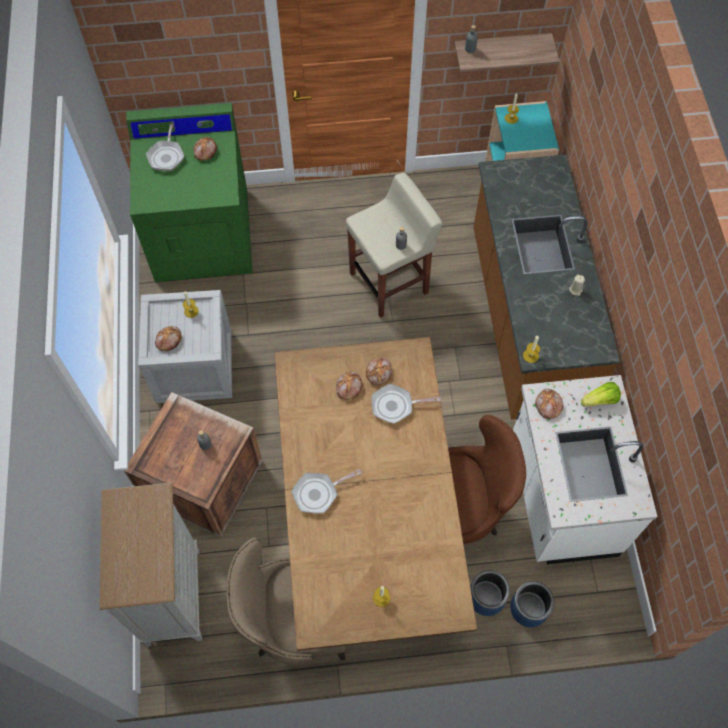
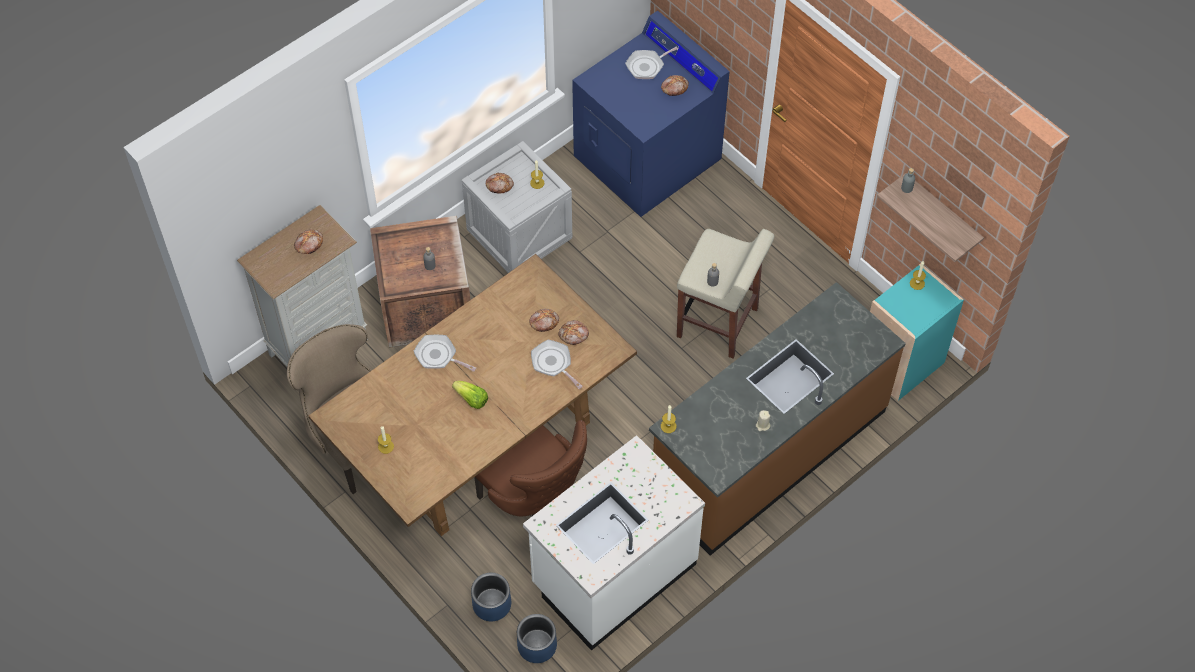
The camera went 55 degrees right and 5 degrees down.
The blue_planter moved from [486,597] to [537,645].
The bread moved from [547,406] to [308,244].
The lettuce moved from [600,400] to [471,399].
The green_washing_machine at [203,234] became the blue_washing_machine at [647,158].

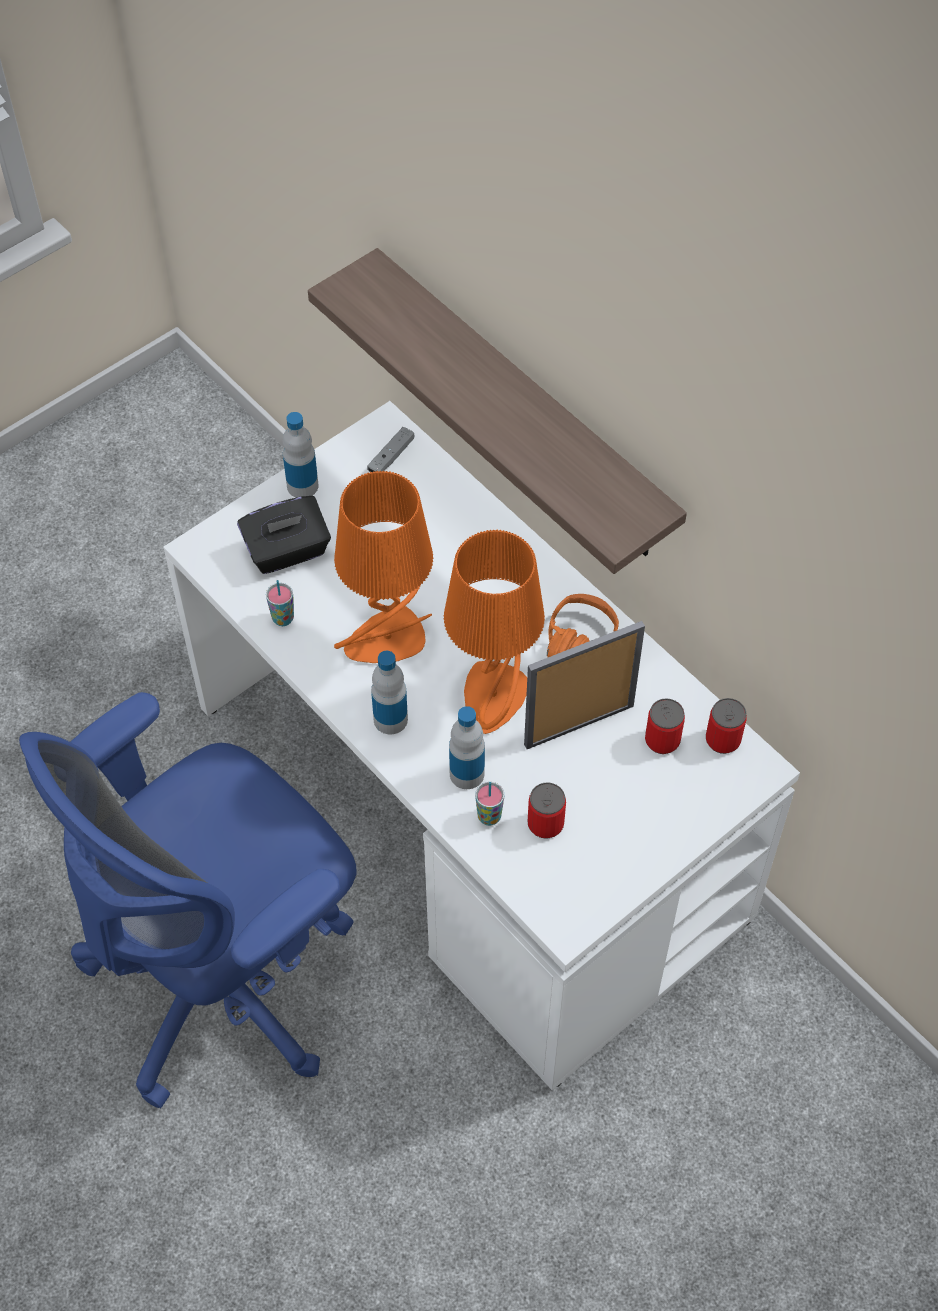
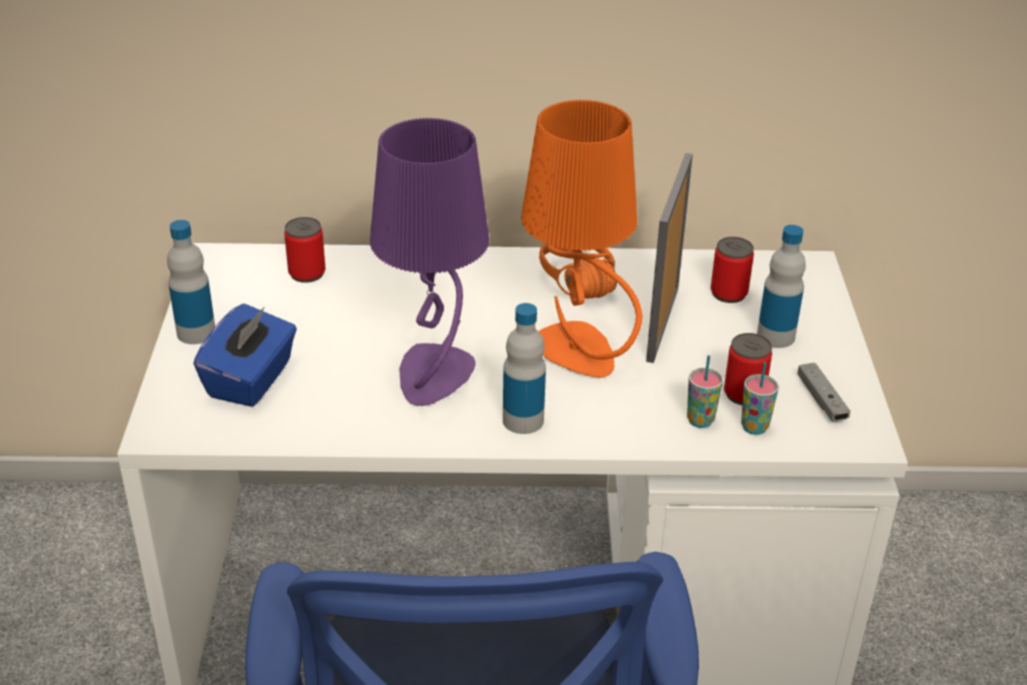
The camera went 50 degrees left and 20 degrees down.
The shelf at [523,408] disappeared.
The cup moved from [283,618] to [754,427].
The grey_game_controller moved from [391,457] to [821,400].
The bottle moved from [467,774] to [775,336].
The can moved from [722,740] to [307,273].
The black_tissue_box at [287,552] became the blue_tissue_box at [251,380].
The orange_table_lamp at [386,641] became the purple_table_lamp at [434,377].

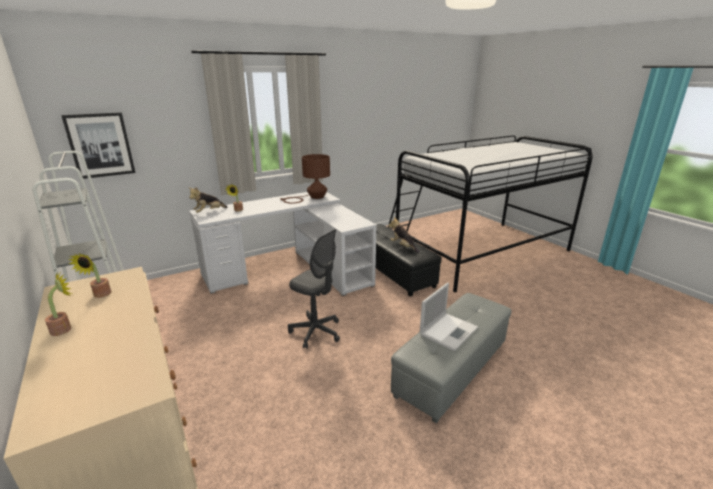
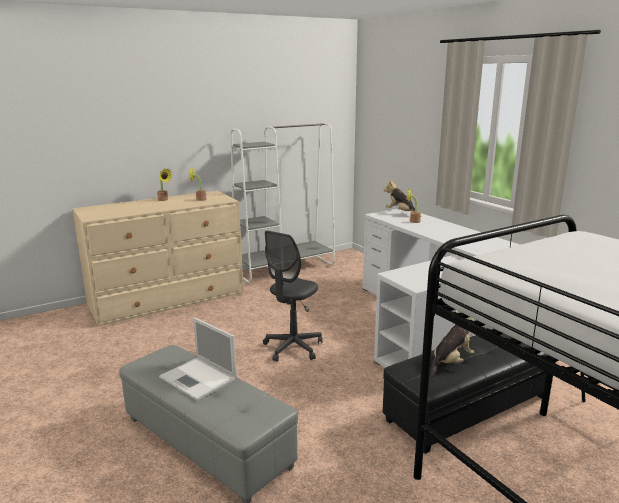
The camera went 90 degrees right and 5 degrees down.
The picture at [100,145] disappeared.
The brown_table_lamp at [308,198] disappeared.

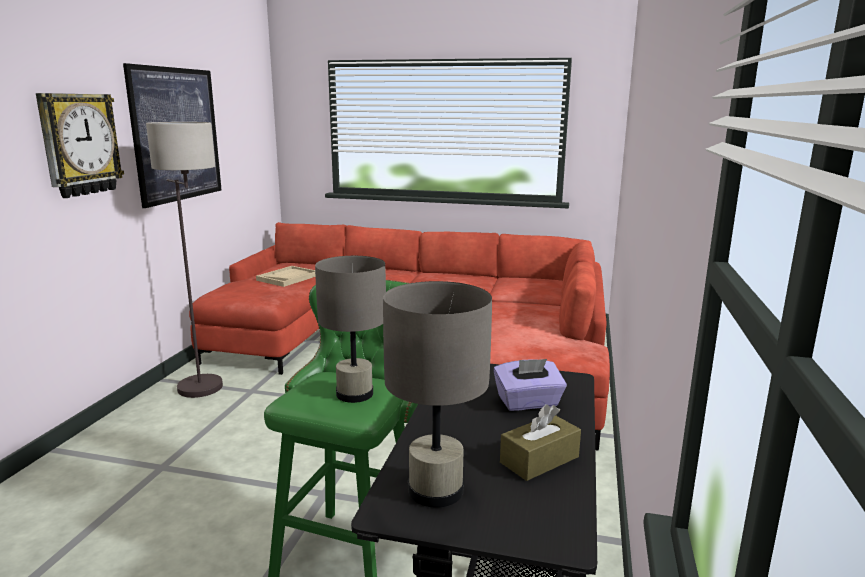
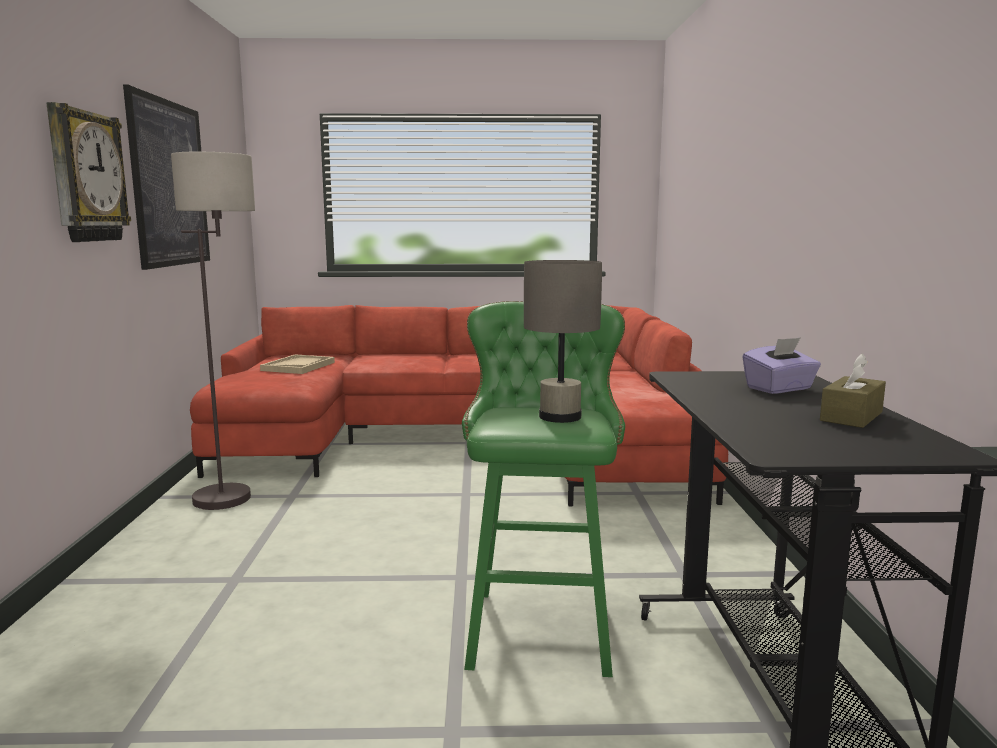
The camera went 15 degrees left and 5 degrees down.
The grey_table_lamp at [435,489] disappeared.

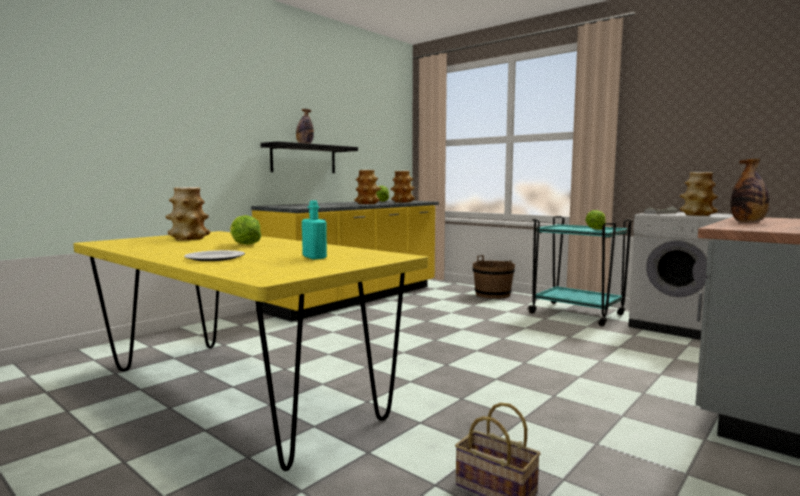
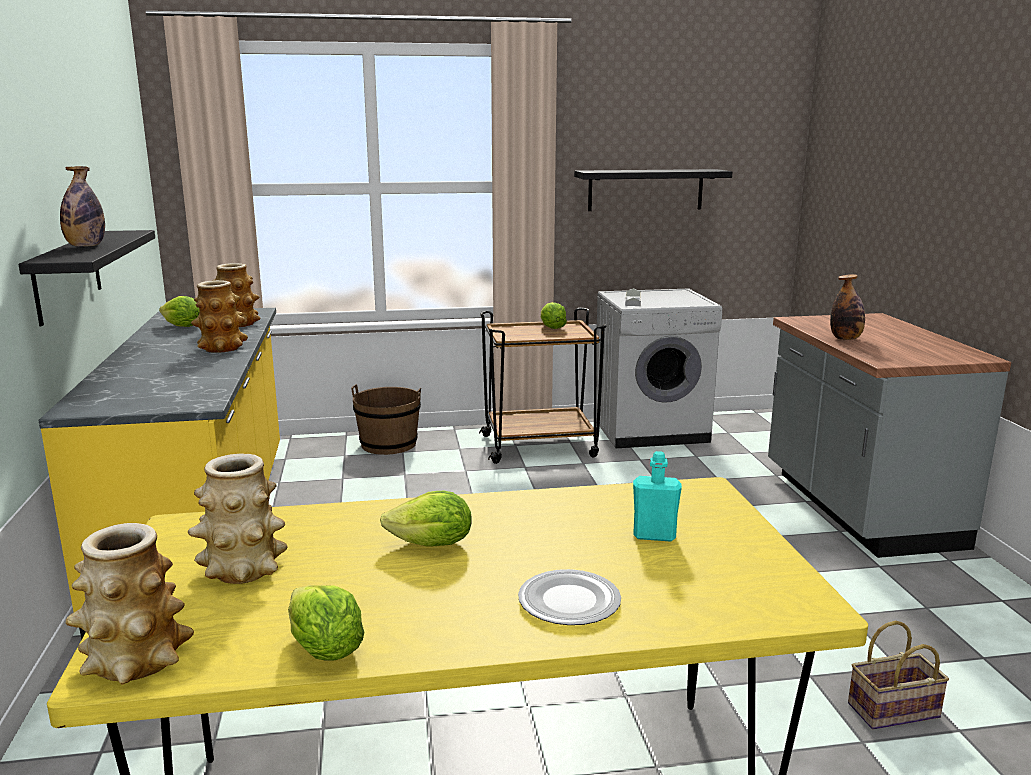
The camera went 50 degrees left and 10 degrees up.
The lettuce at [324,650] appeared.
The black_shelf at [645,190] appeared.
The vase moved from [697,215] to [135,660].
The turquoise_cart at [577,314] became the brown_cart at [540,446].

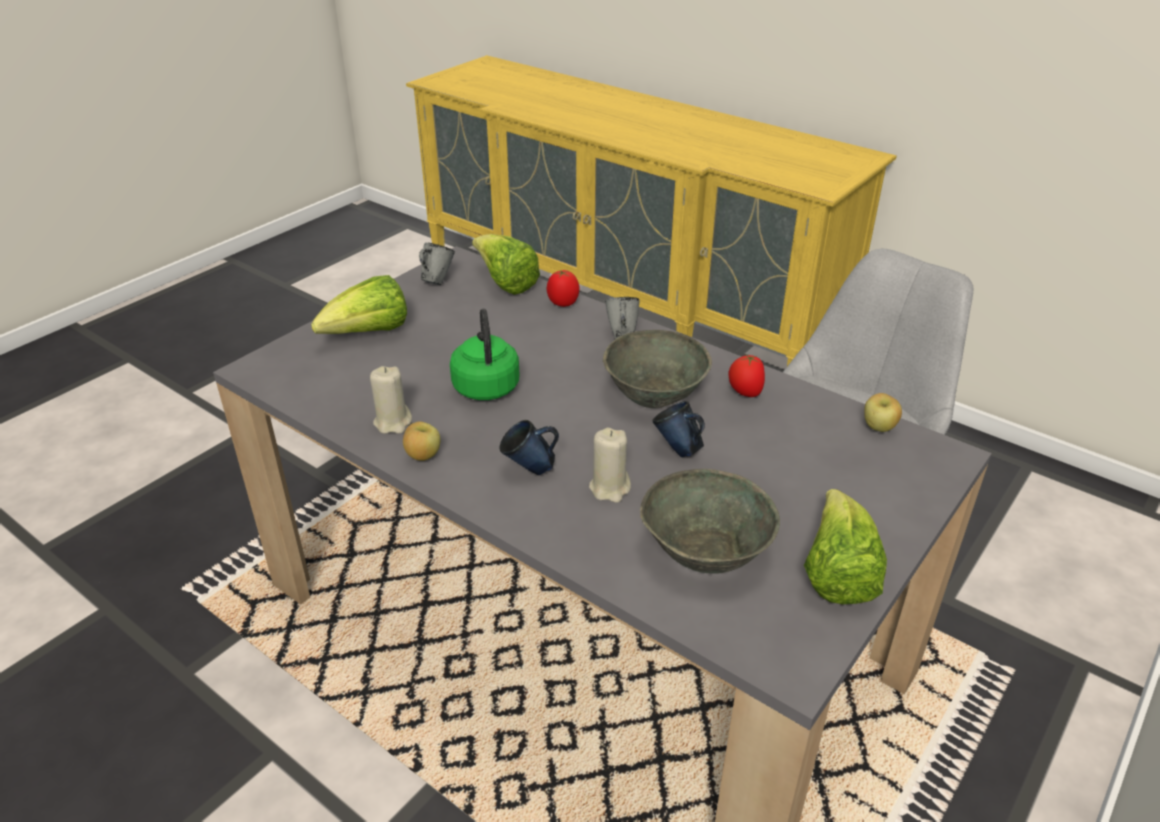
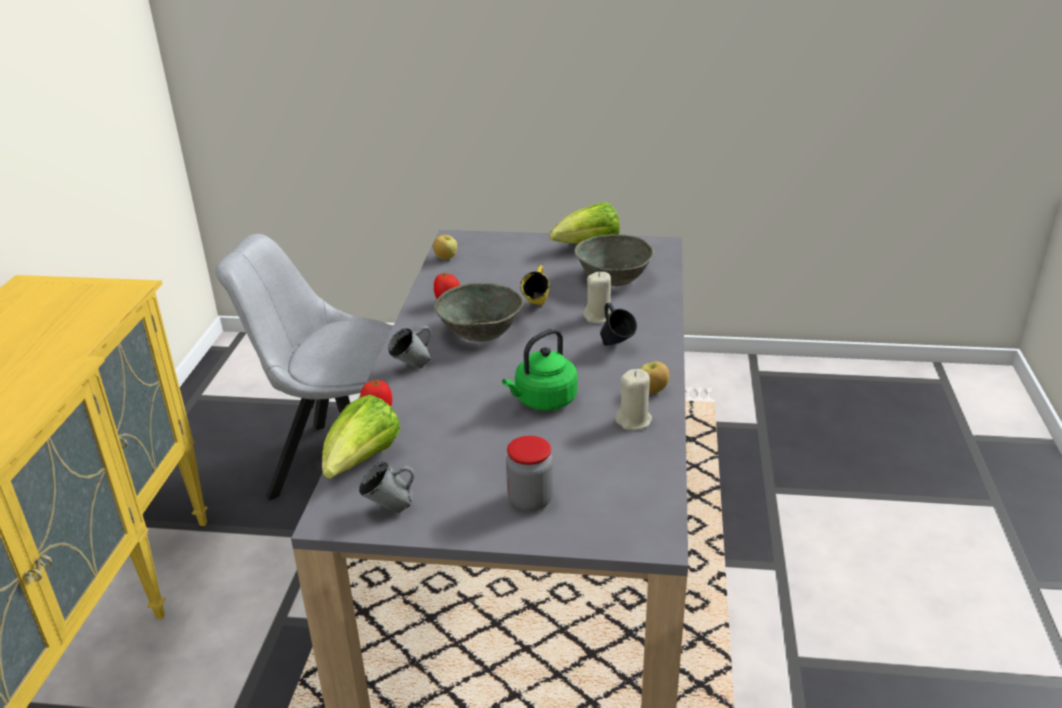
The camera went 120 degrees left and 5 degrees down.
The lettuce at [368,334] was replaced by the jar at [530,500].
The blue_mug at [678,450] became the yellow_mug at [537,307].

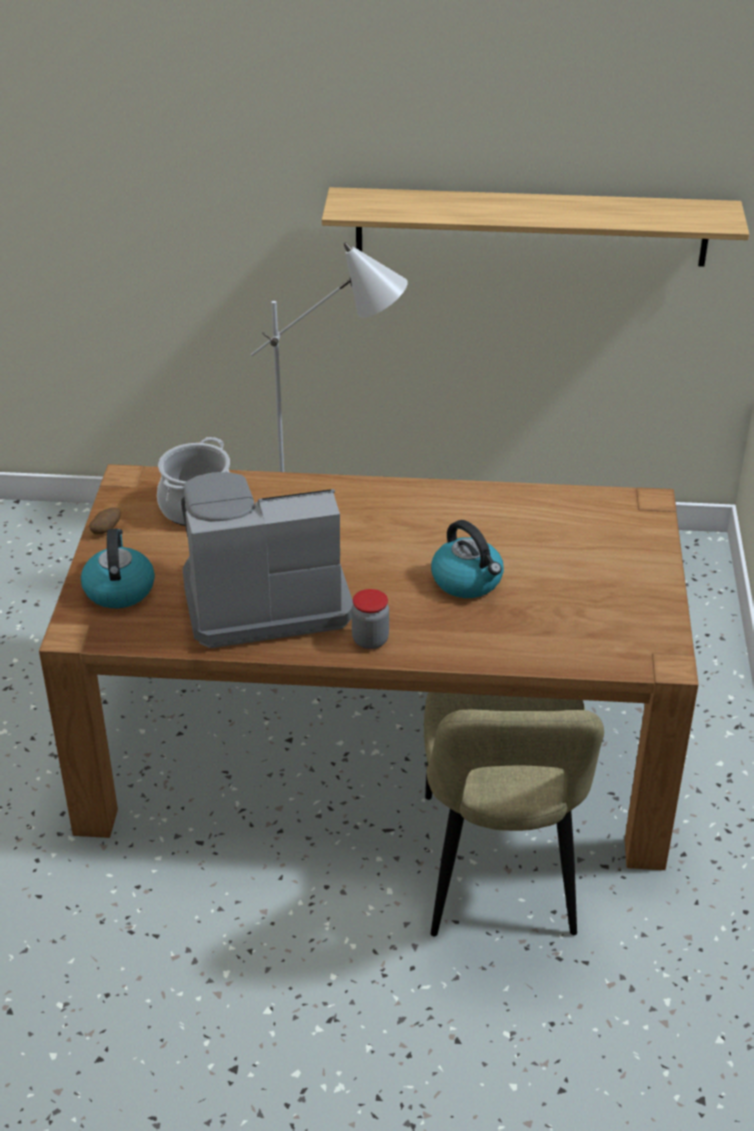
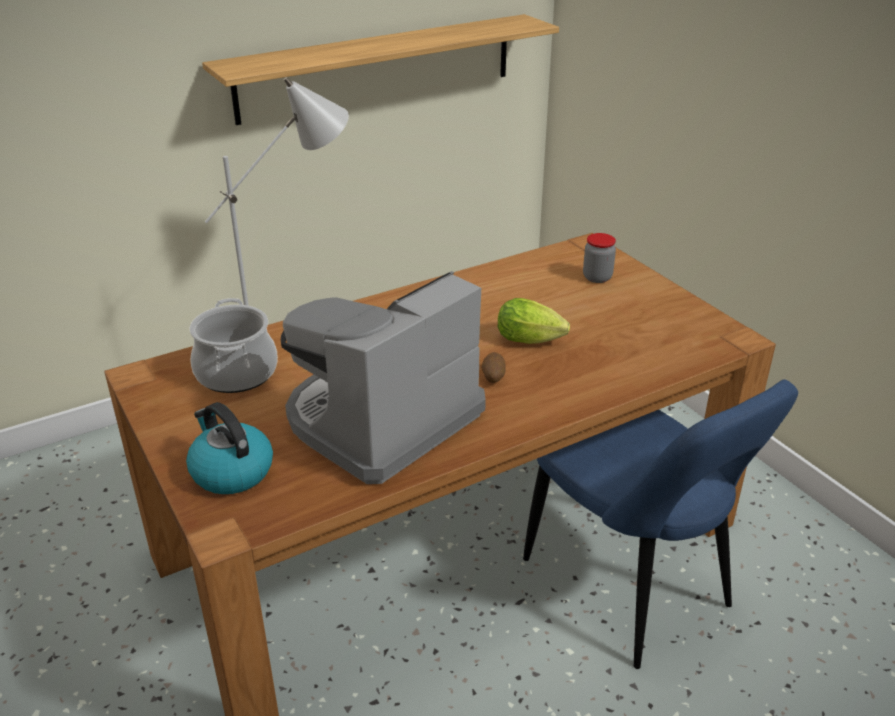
The camera went 35 degrees left and 5 degrees down.
The potato moved from [106,530] to [493,377].
The jar moved from [370,640] to [597,277].
The kettle at [468,581] was replaced by the lettuce at [533,341].
The beige_chair at [499,873] became the blue_chair at [632,589].

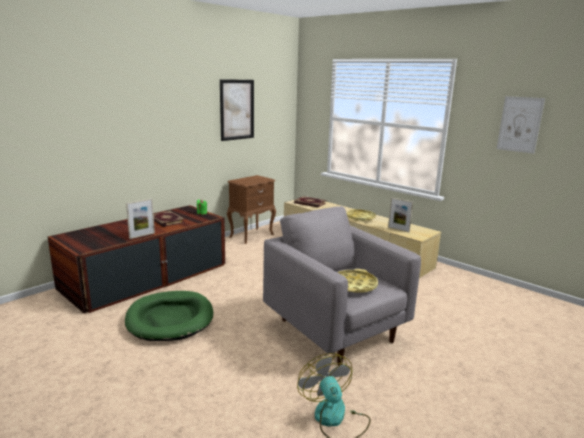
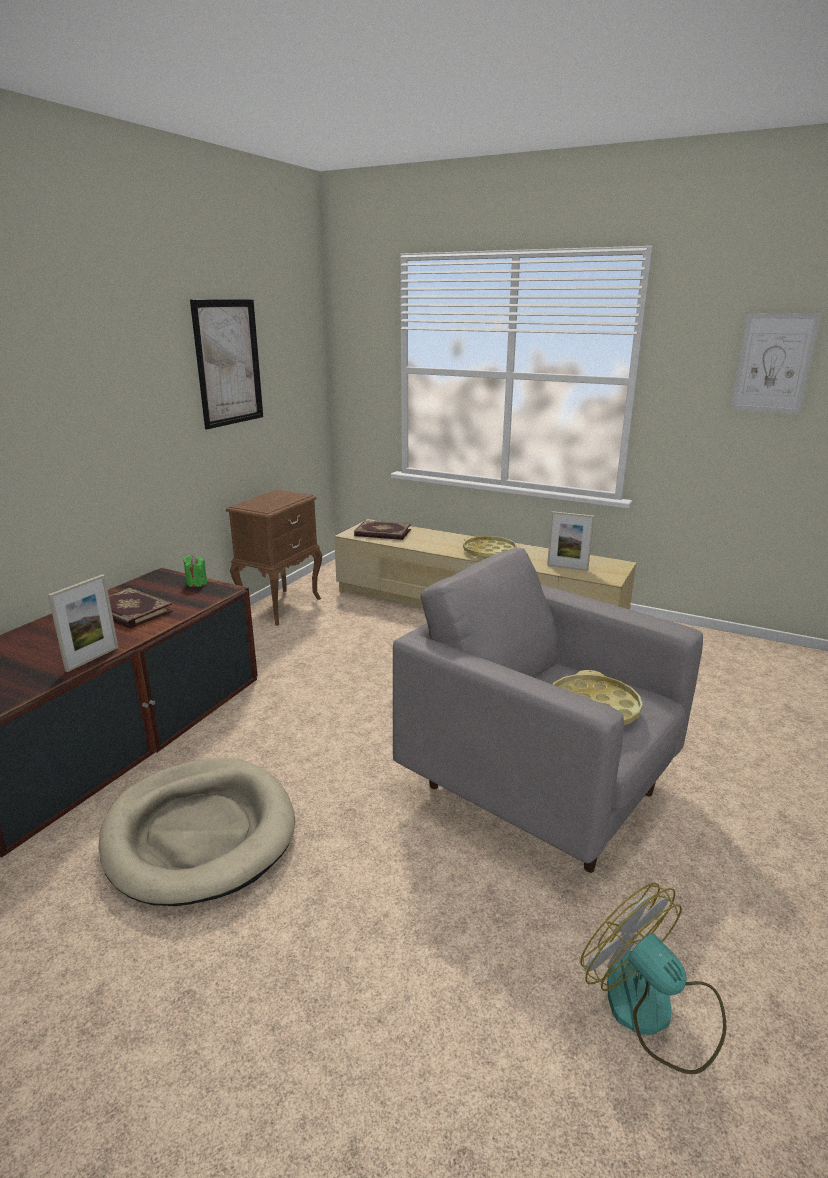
The camera went 15 degrees left and 5 degrees up.
The green_dog_bed at [170,319] became the beige_dog_bed at [200,833].

